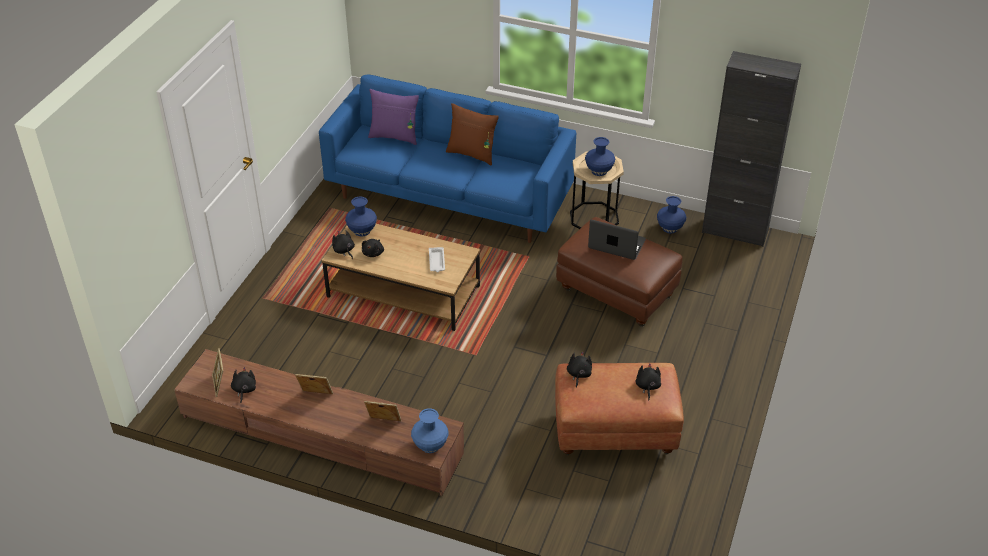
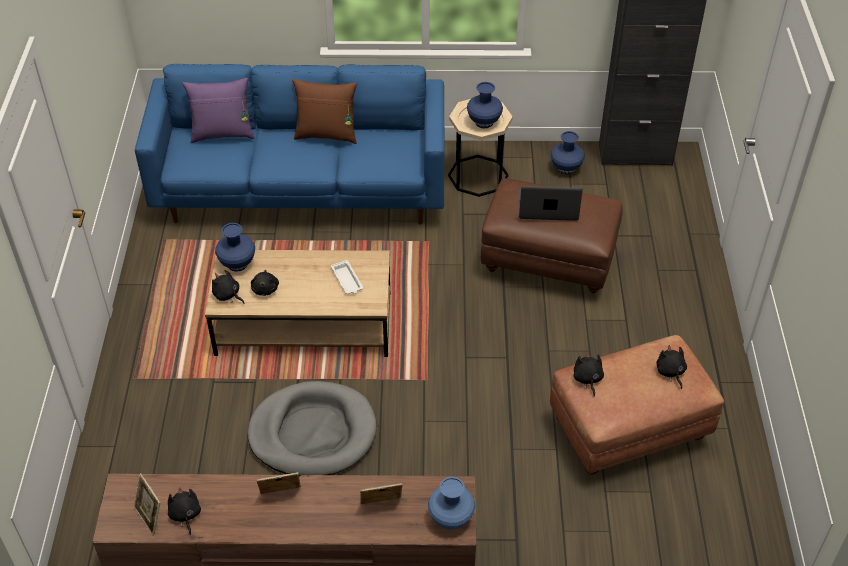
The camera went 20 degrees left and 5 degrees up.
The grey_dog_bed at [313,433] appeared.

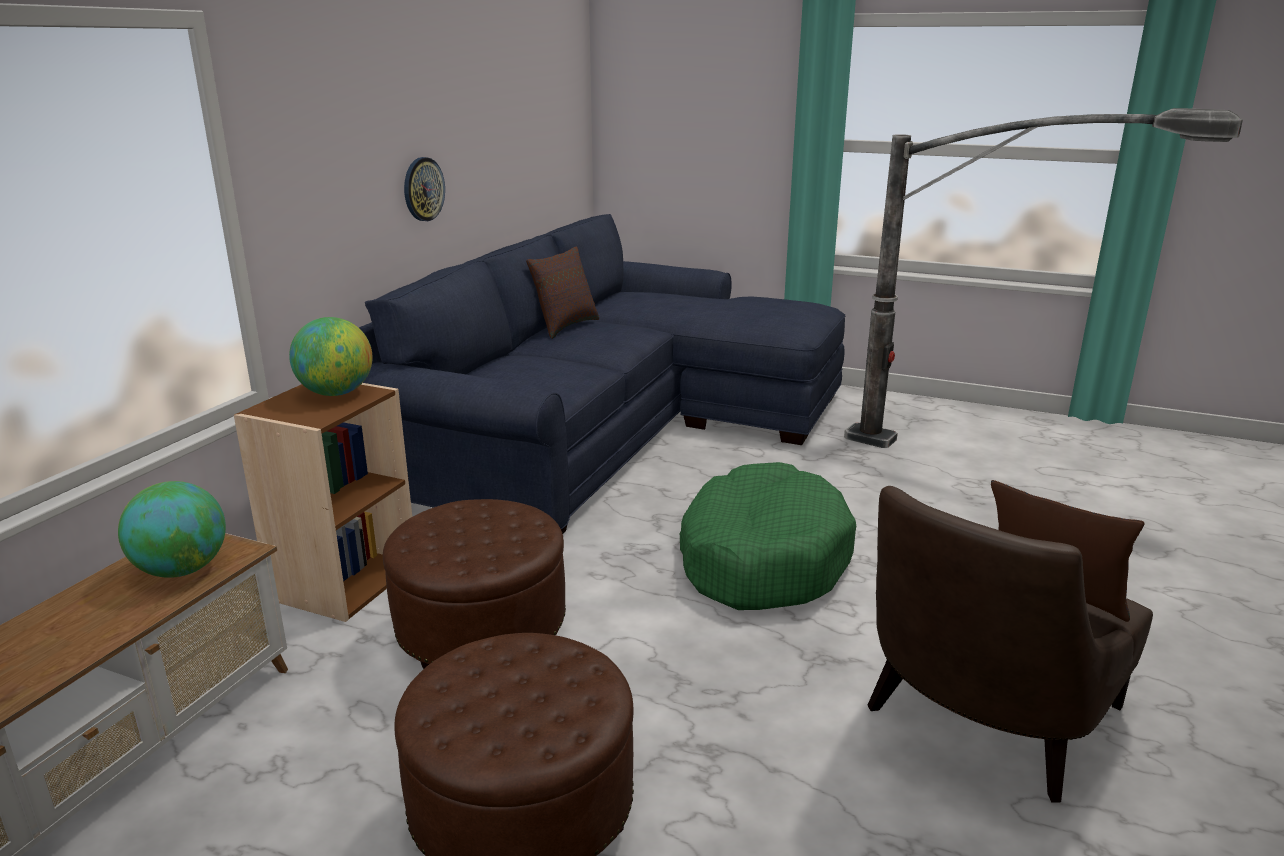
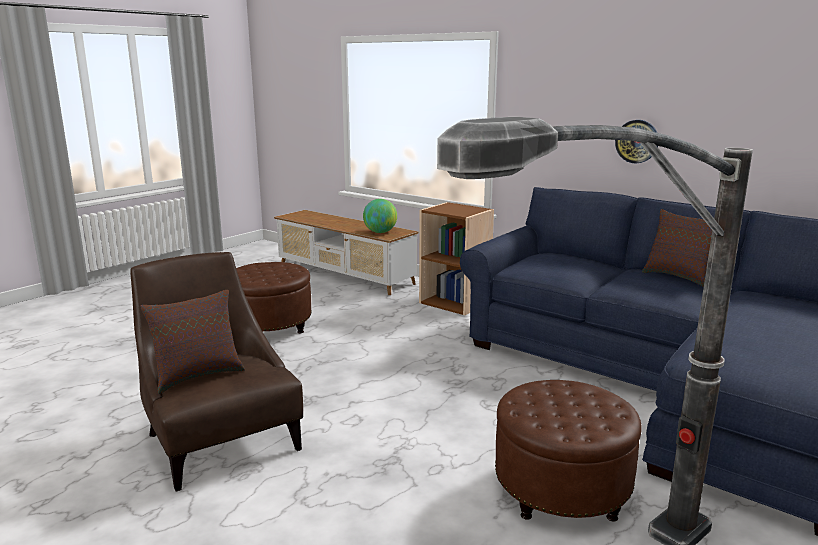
The camera went 105 degrees right and 5 degrees down.
The globe at [336,393] disappeared.
The green_dog_bed at [762,558] disappeared.
The brown_ottoman moved from [482,637] to [561,490].

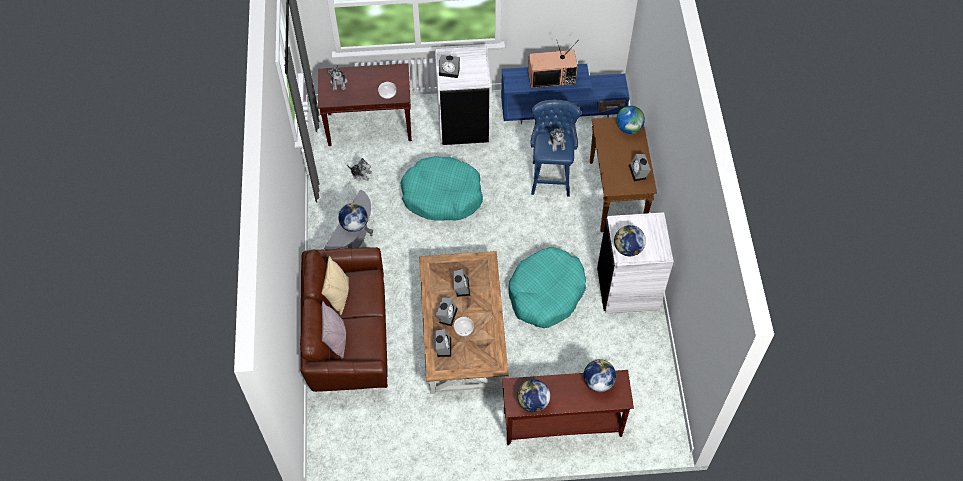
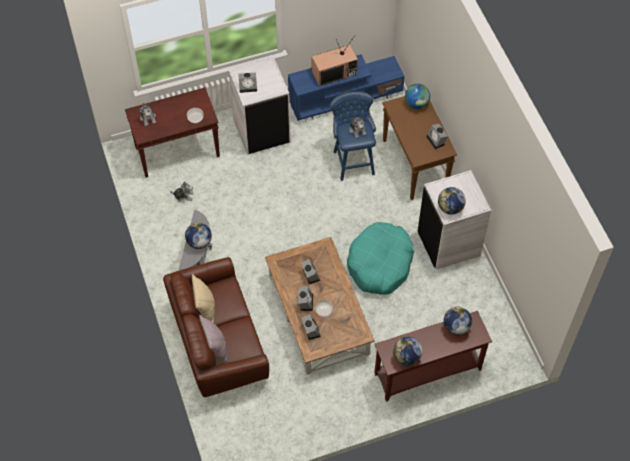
The camera went 15 degrees left and 0 degrees up.
The turquoise_dog_bed at [442,195] disappeared.

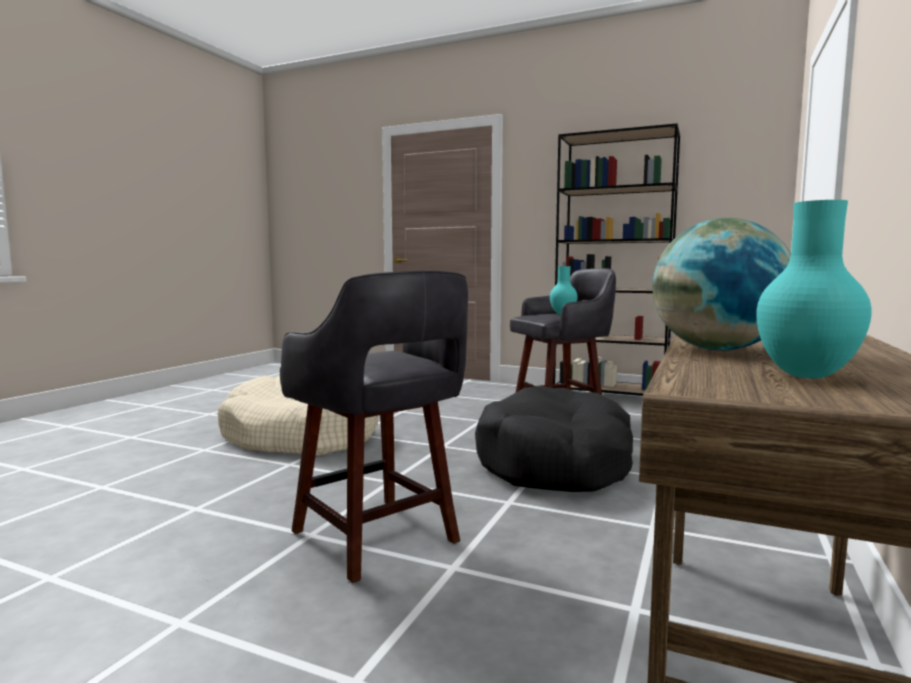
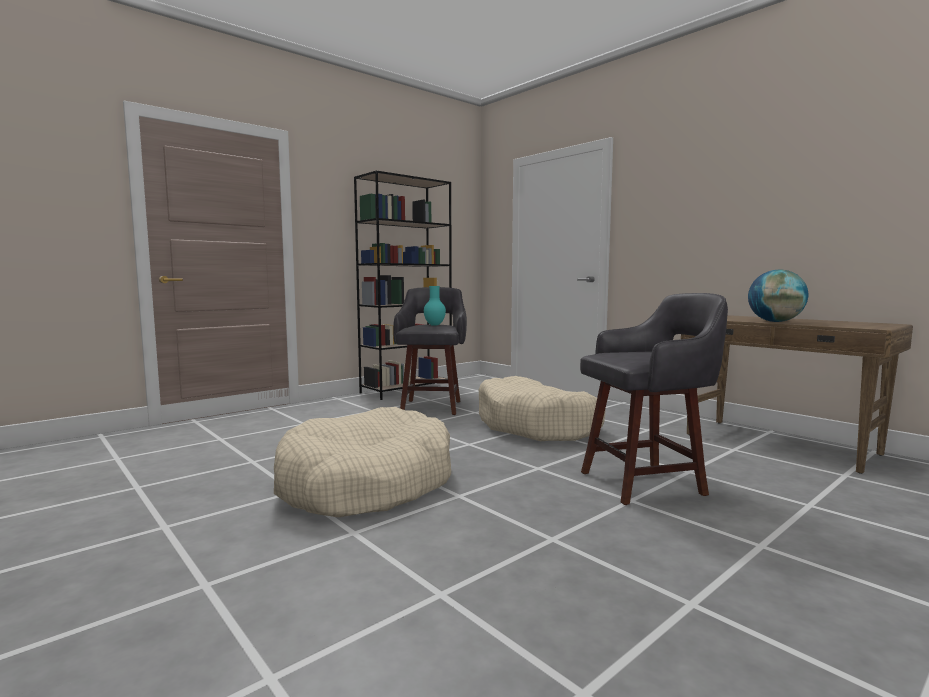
The camera went 65 degrees left and 0 degrees up.
The turquoise_vase at [805,375] disappeared.
The black_dog_bed at [556,462] became the beige_dog_bed at [537,426].

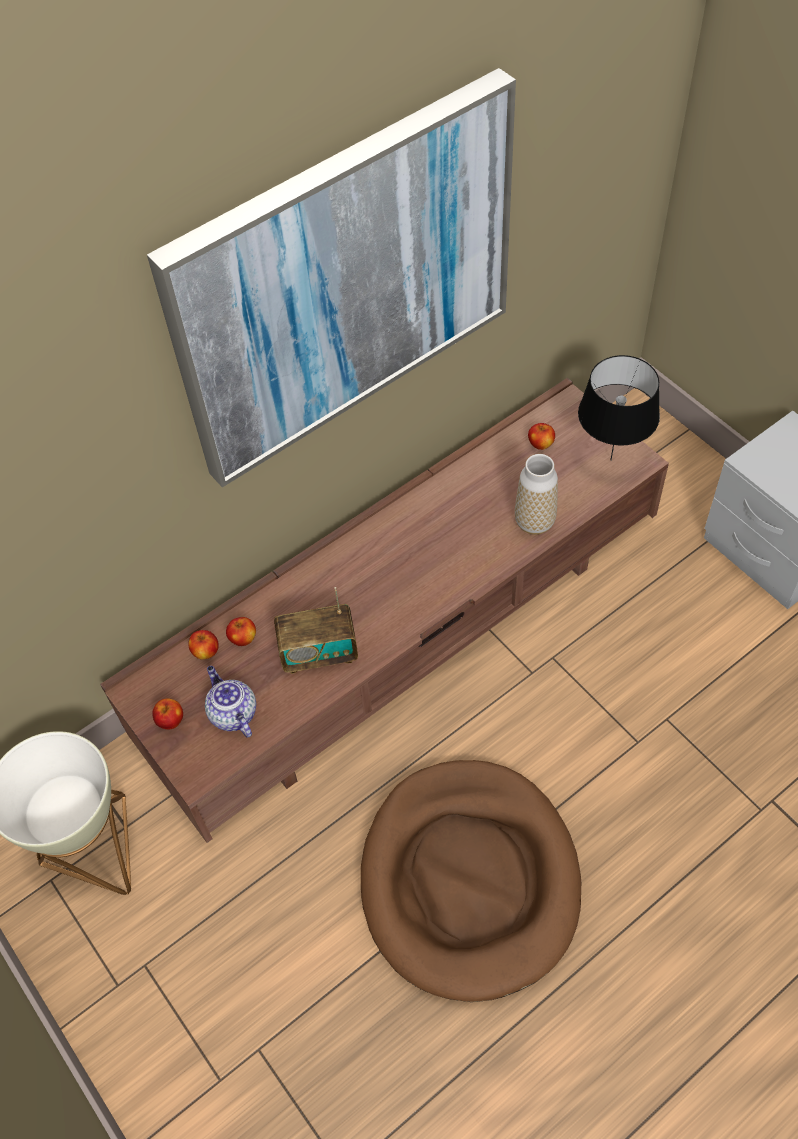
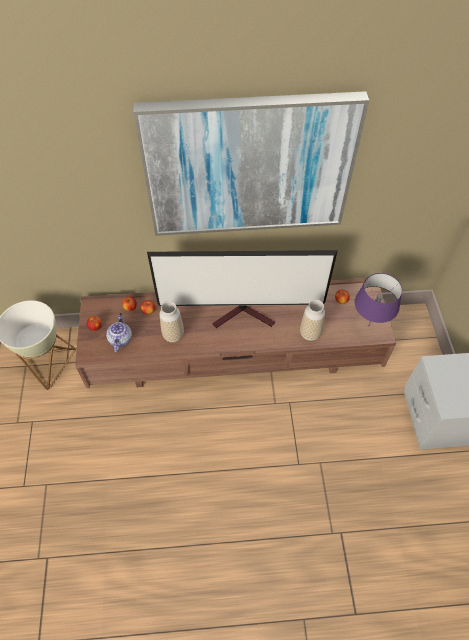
The camera went 30 degrees right and 0 degrees up.
The brown_dog_bed at [469,880] disappeared.
The television at [245,315] appeared.
The radio at [319,653] was replaced by the vase at [173,335].
The black_table_lamp at [611,460] became the purple_table_lamp at [369,326].

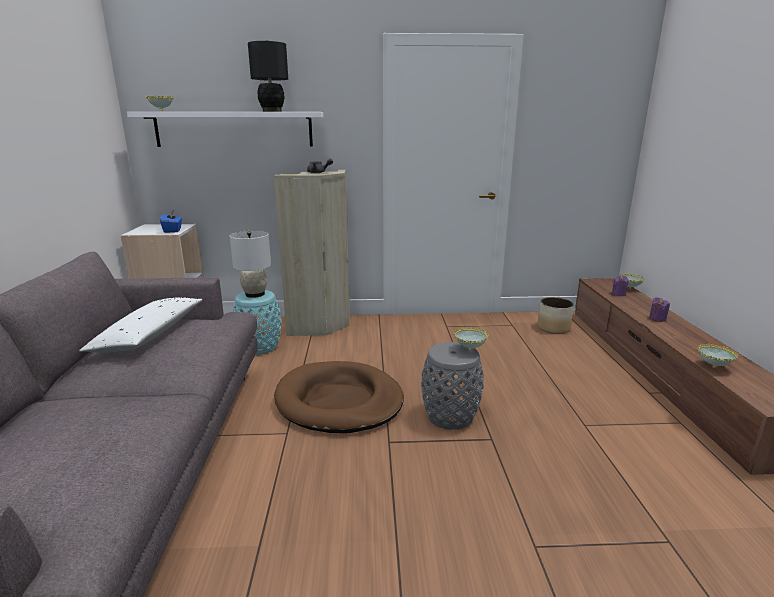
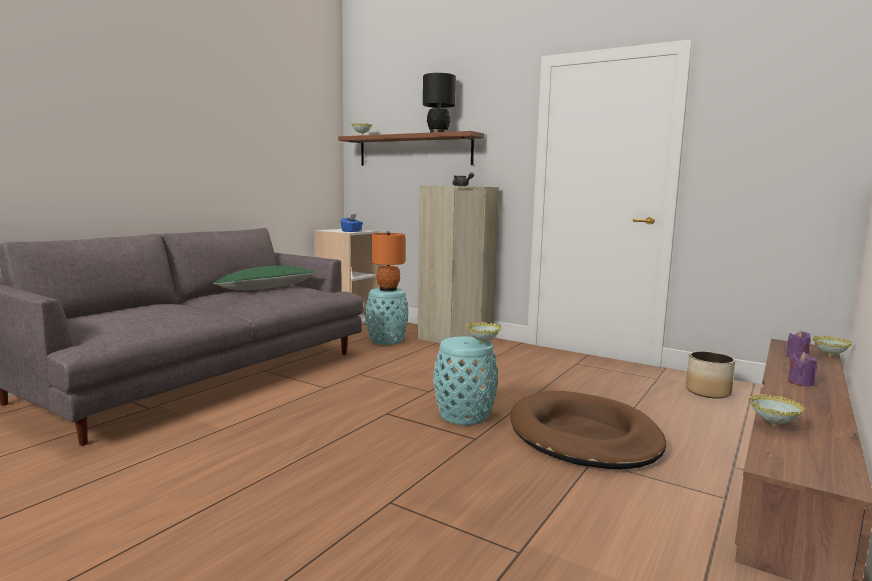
The camera went 35 degrees right and 10 degrees down.
The brown_dog_bed moved from [339,401] to [584,436].
The white_pillow at [149,335] became the green_pillow at [266,288].
The white_shelf at [234,129] became the brown_shelf at [414,150].
The white_table_lamp at [255,294] became the orange_table_lamp at [388,289].
The grey_stool at [450,416] became the turquoise_stool at [464,415].

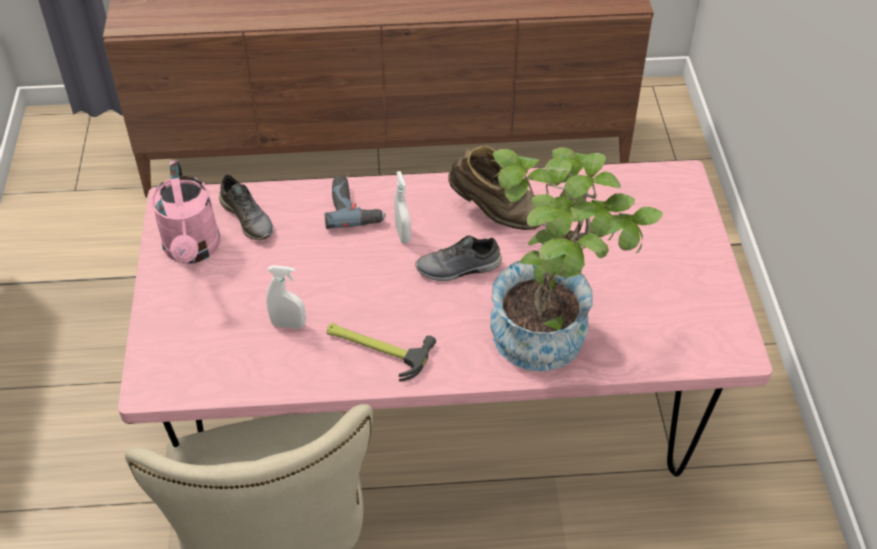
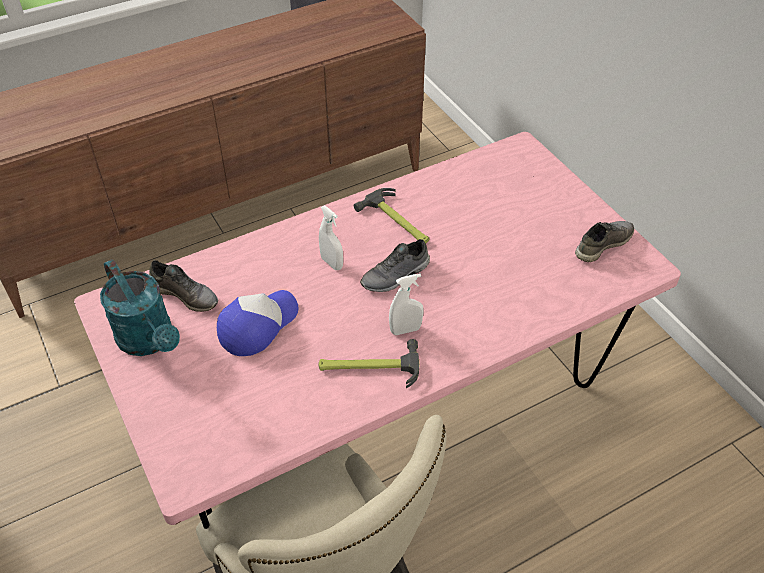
The camera went 25 degrees left and 0 degrees up.
The power_drill at [354,208] disappeared.
The potted_plant at [552,331] disappeared.
The cap at [257,325] appeared.
The grey_shoe at [602,244] appeared.
The white_spray_bottle moved from [288,324] to [405,330].
The brown_boot at [495,214] was replaced by the hammer at [397,221].
The pink_watering_can at [192,250] became the turquoise_watering_can at [150,341].

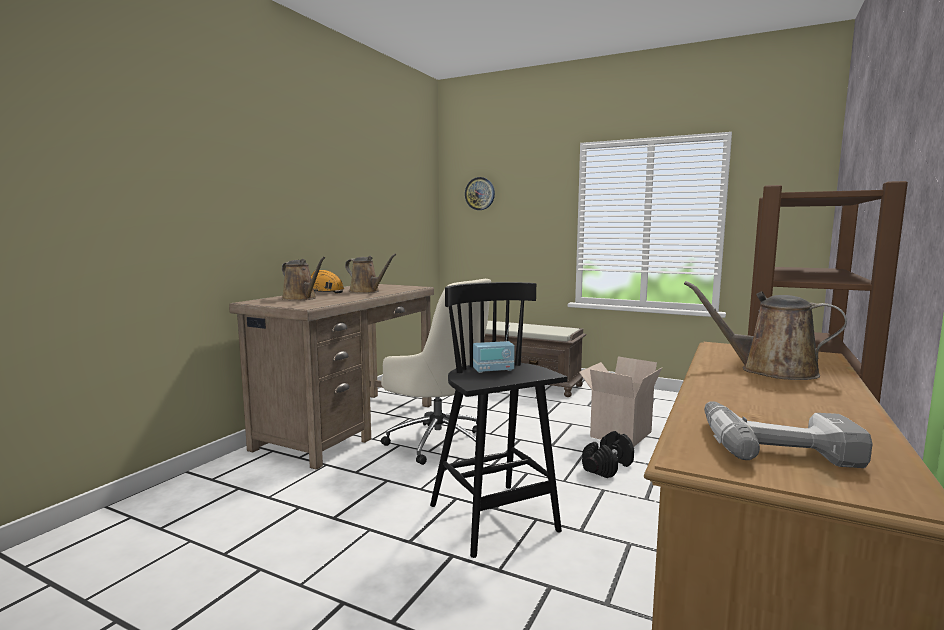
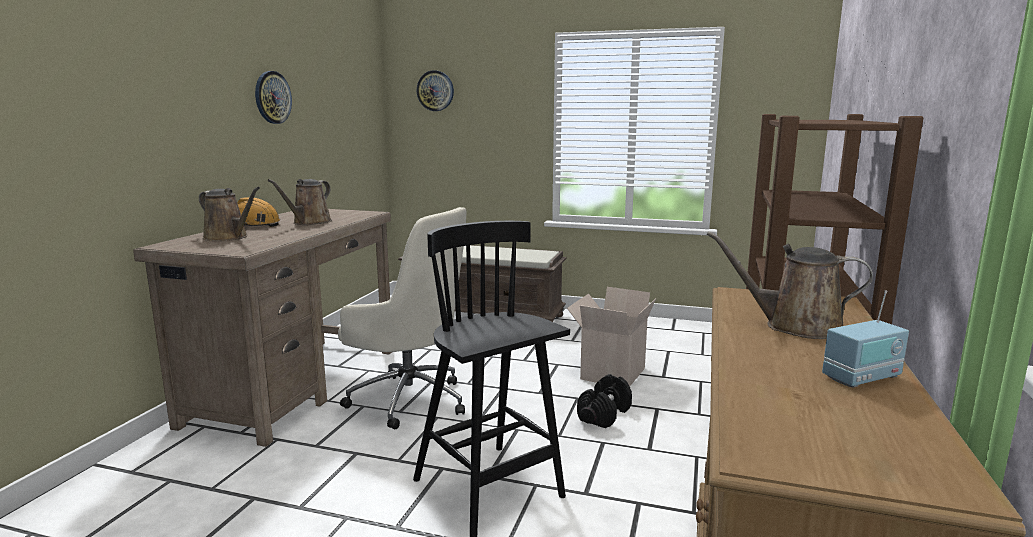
The camera went 10 degrees left and 5 degrees up.
The power_drill at [773,443] disappeared.
The wall_clock at [272,97] appeared.
The radio moved from [493,370] to [862,378].
The brown_watering_can at [366,291] turned 90 degrees clockwise.

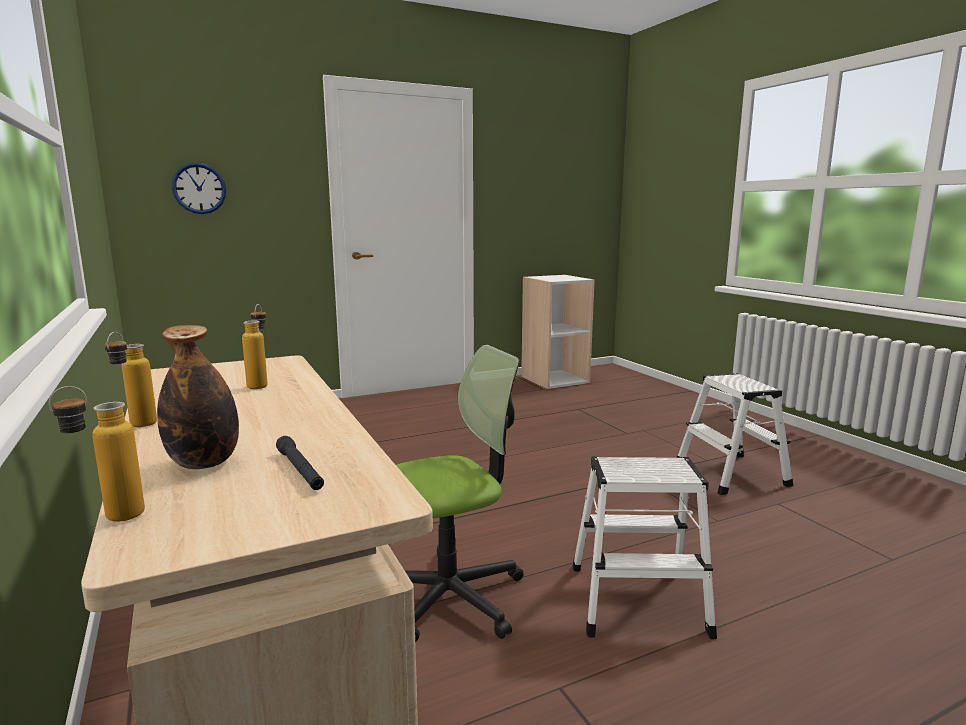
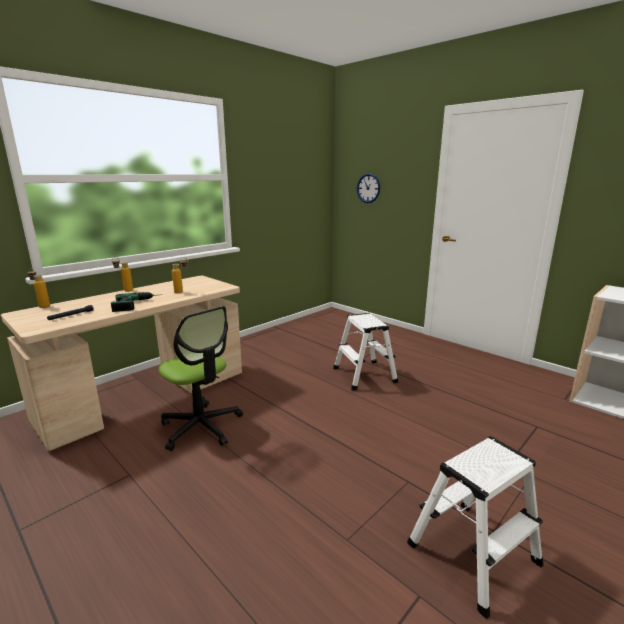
The camera went 70 degrees right and 5 degrees up.
The bottle at [204,463] disappeared.
The power_drill at [138,304] appeared.
The white_step_ladder moved from [637,598] to [364,375].

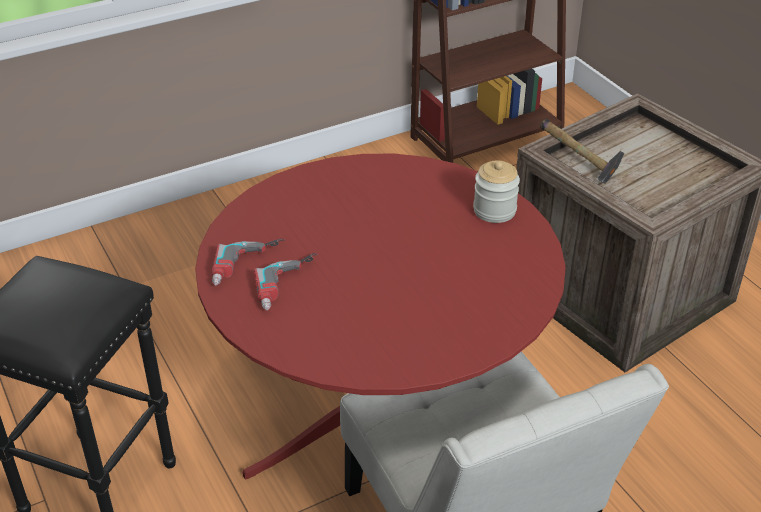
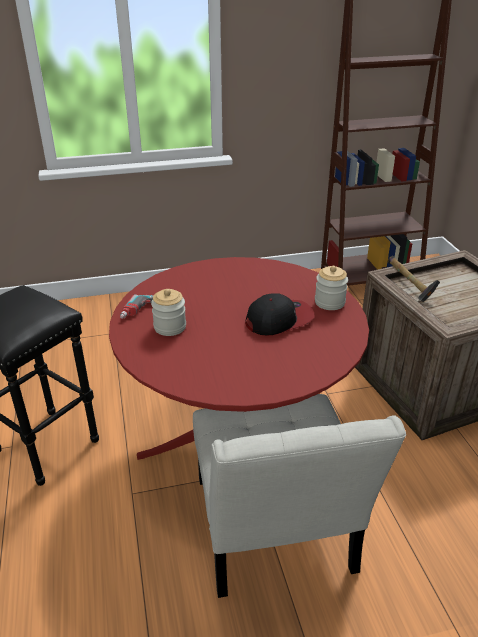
The camera went 15 degrees right and 5 degrees down.
The cap at [279,319] appeared.
The power_drill at [290,286] was replaced by the jar at [170,327].

